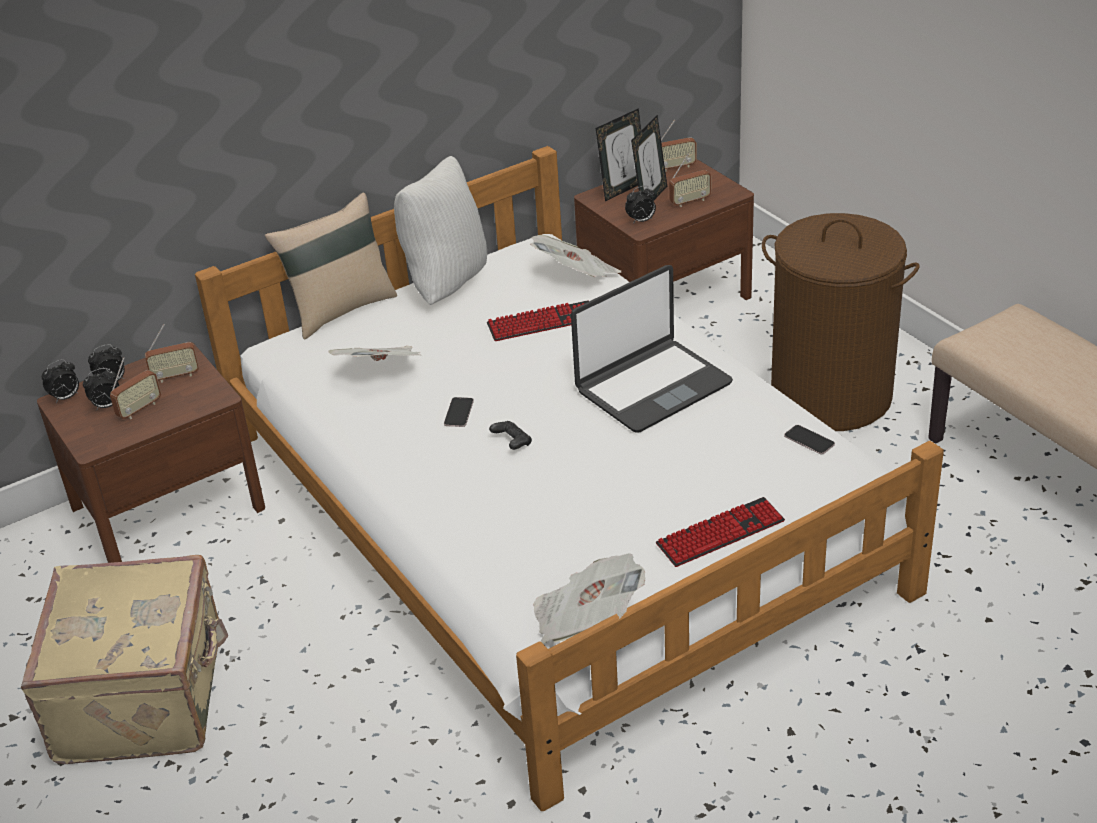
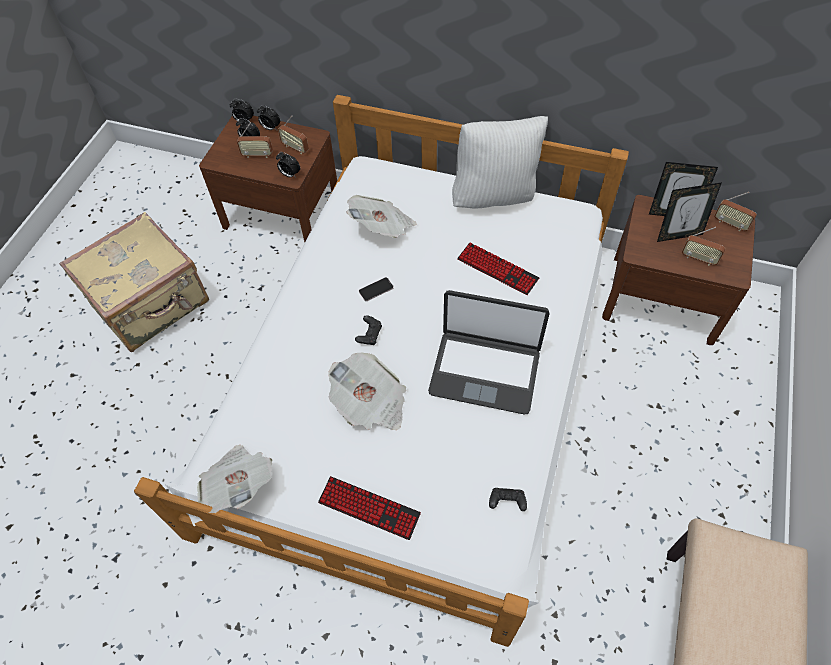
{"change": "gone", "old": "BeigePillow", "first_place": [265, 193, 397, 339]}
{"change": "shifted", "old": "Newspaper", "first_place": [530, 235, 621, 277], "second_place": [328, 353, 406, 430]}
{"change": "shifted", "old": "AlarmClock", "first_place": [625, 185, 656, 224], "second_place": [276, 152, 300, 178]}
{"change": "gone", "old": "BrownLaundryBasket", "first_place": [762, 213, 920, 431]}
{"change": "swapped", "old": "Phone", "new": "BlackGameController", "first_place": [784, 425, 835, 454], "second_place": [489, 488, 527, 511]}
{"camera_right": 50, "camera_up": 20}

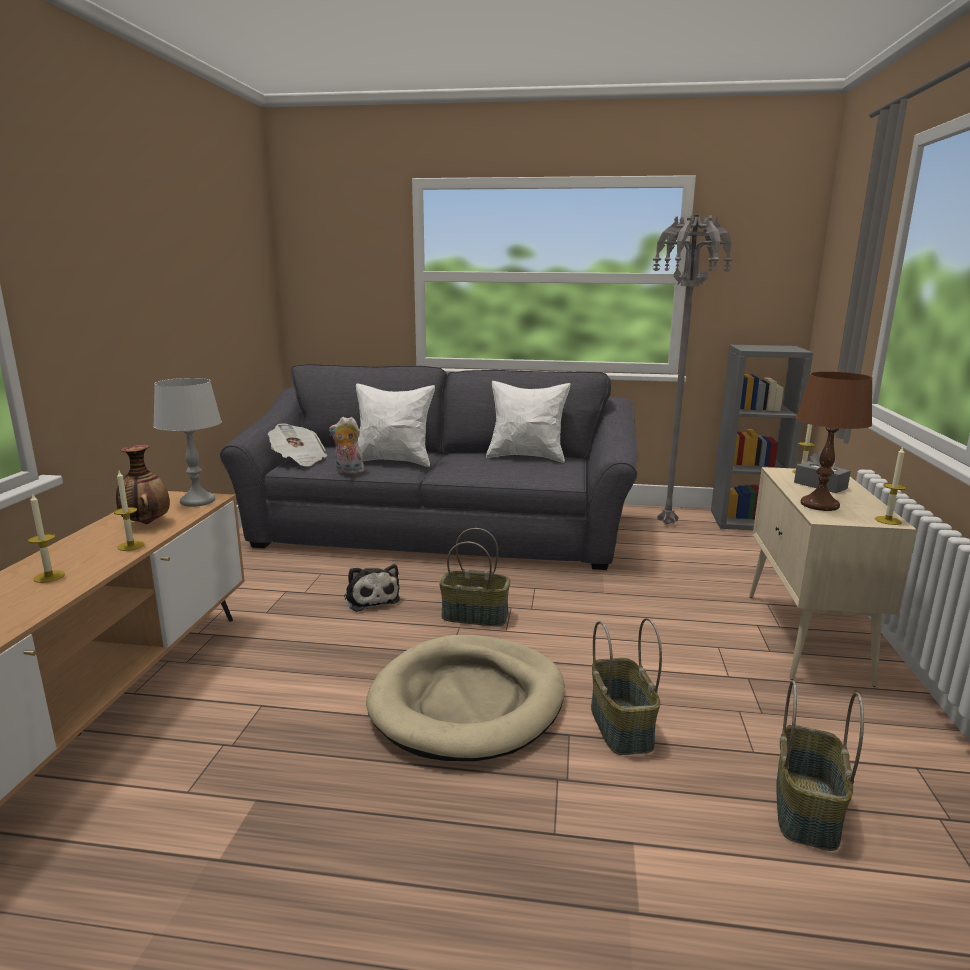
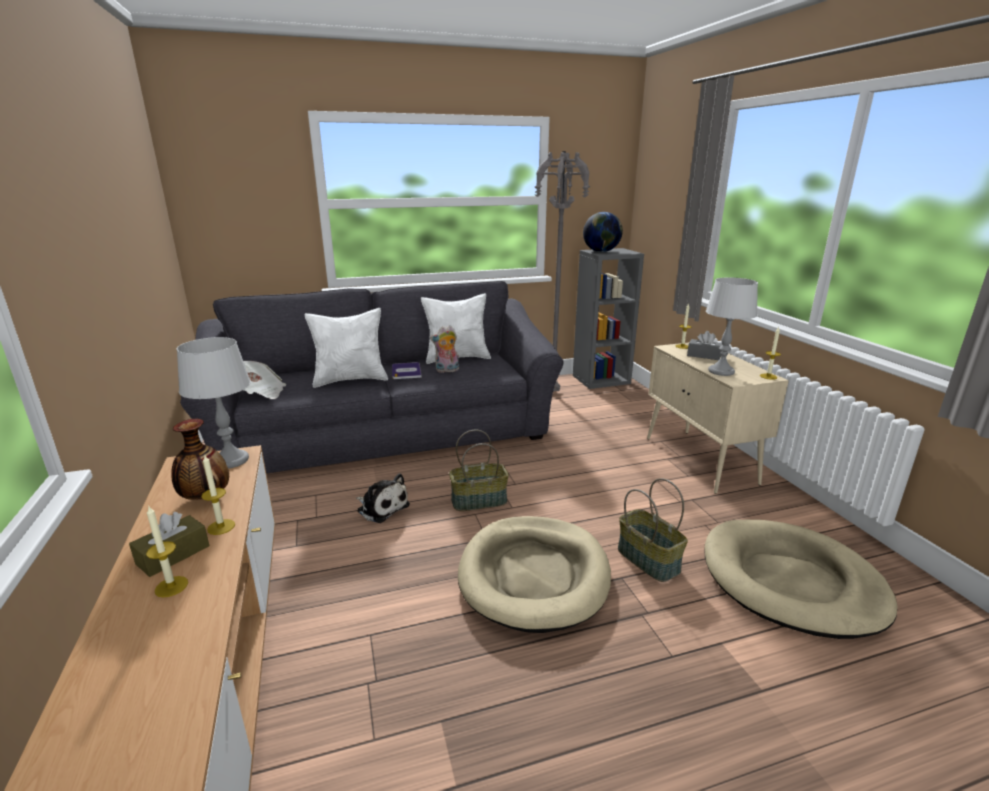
{"change": "shifted", "old": "PlushToy", "first_place": [329, 417, 365, 474], "second_place": [430, 325, 459, 373]}
{"change": "swapped", "old": "Basket", "new": "BeigeDogBed", "first_place": [776, 680, 864, 851], "second_place": [704, 520, 897, 639]}
{"change": "repainted", "old": "BrownTableLamp", "new": "GreyTableLamp", "first_place": [796, 372, 873, 511], "second_place": [706, 277, 758, 376]}
{"change": "new", "new": "BrownTissueBox", "second_place": [129, 512, 209, 577]}
{"change": "new", "new": "Book", "second_place": [392, 362, 422, 379]}
{"change": "new", "new": "Globe", "second_place": [583, 212, 623, 252]}
{"camera_right": -25, "camera_up": 5}

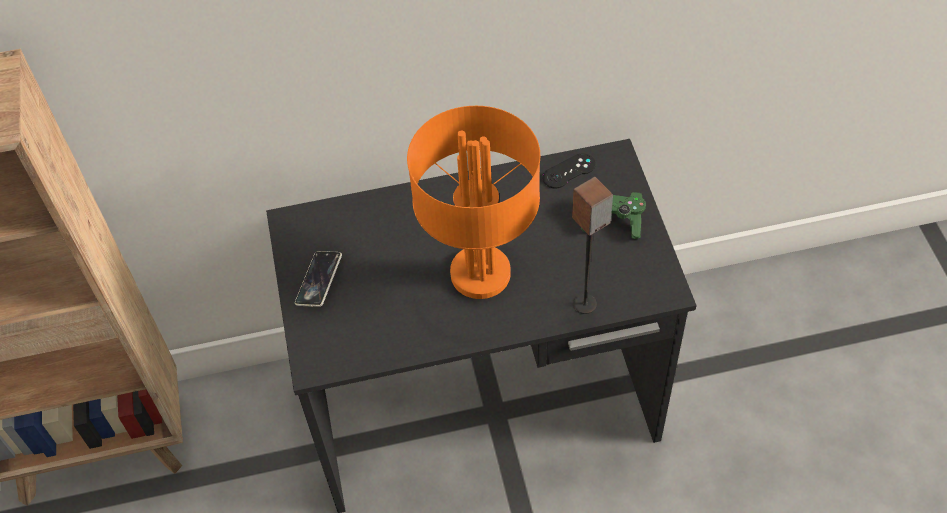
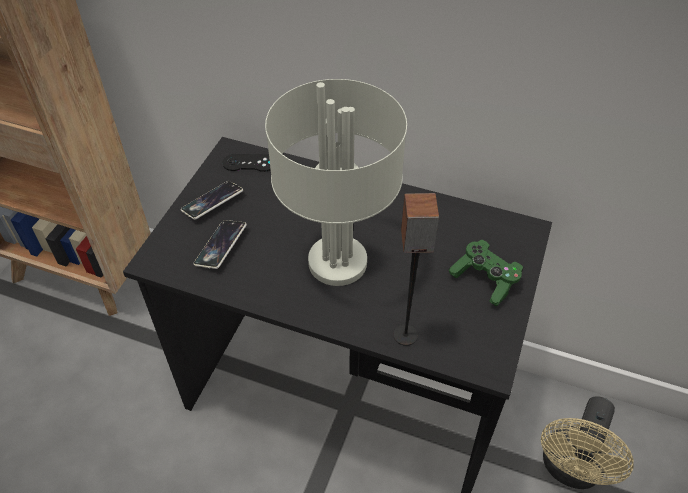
{"change": "repainted", "old": "OrangeTableLamp", "new": "GreyTableLamp", "first_place": [407, 106, 540, 299], "second_place": [265, 79, 407, 286]}
{"change": "shifted", "old": "BlackGameController", "first_place": [543, 153, 596, 189], "second_place": [222, 154, 271, 172]}
{"change": "new", "new": "Phone", "second_place": [193, 220, 247, 269]}
{"change": "new", "new": "BeigeFan", "second_place": [541, 396, 634, 489]}
{"camera_right": 30, "camera_up": -5}

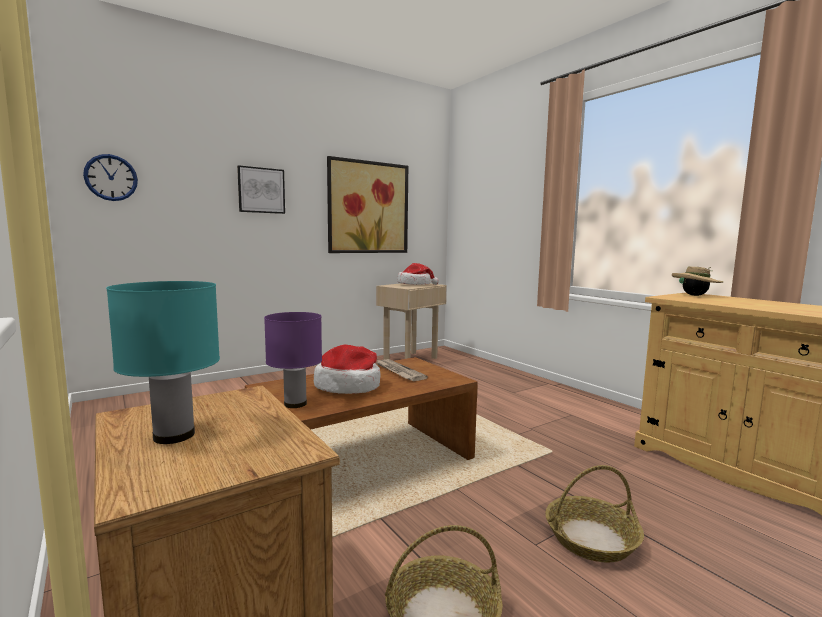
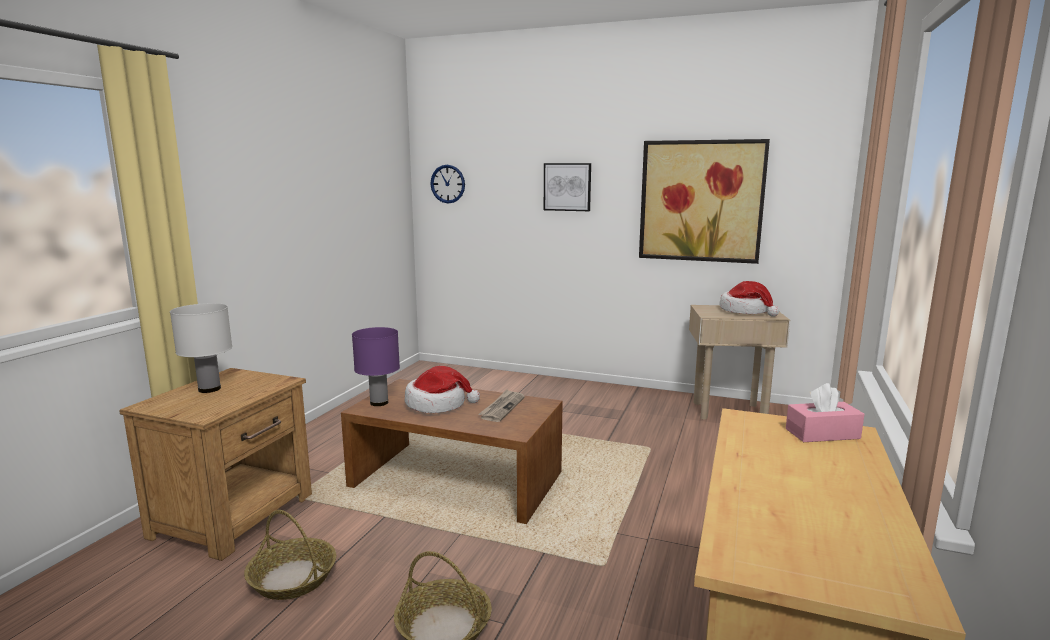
{"change": "repainted", "old": "TurquoiseTableLamp", "new": "WhiteTableLamp", "first_place": [106, 281, 220, 444], "second_place": [170, 303, 232, 393]}
{"change": "swapped", "old": "BeigeHat", "new": "PinkTissueBox", "first_place": [672, 266, 723, 296], "second_place": [786, 383, 864, 442]}
{"camera_right": 55, "camera_up": 5}

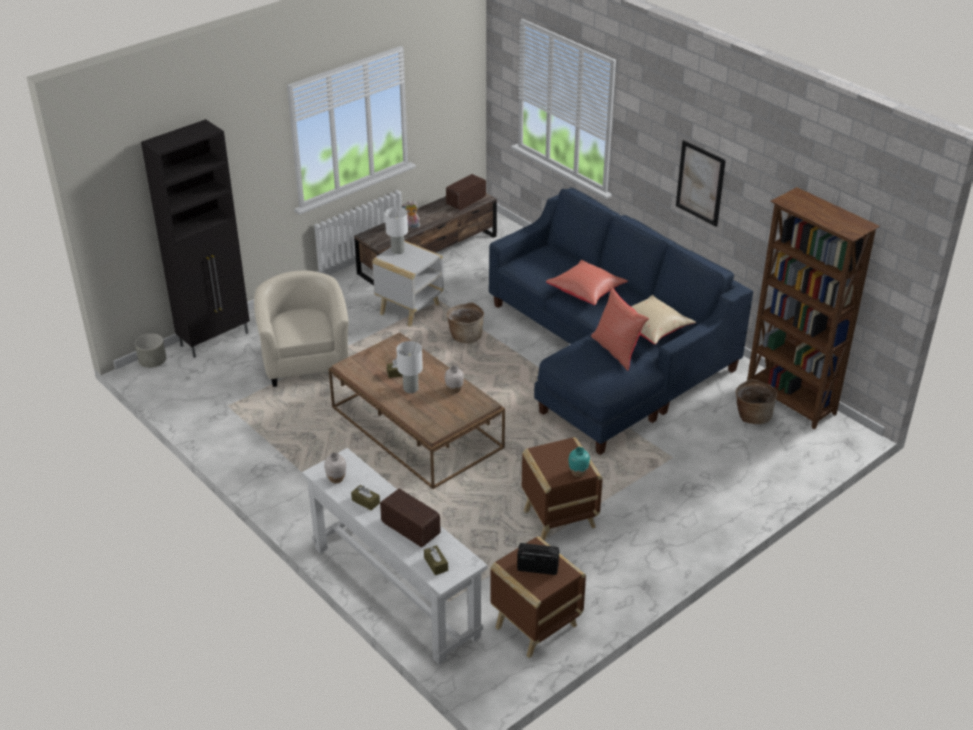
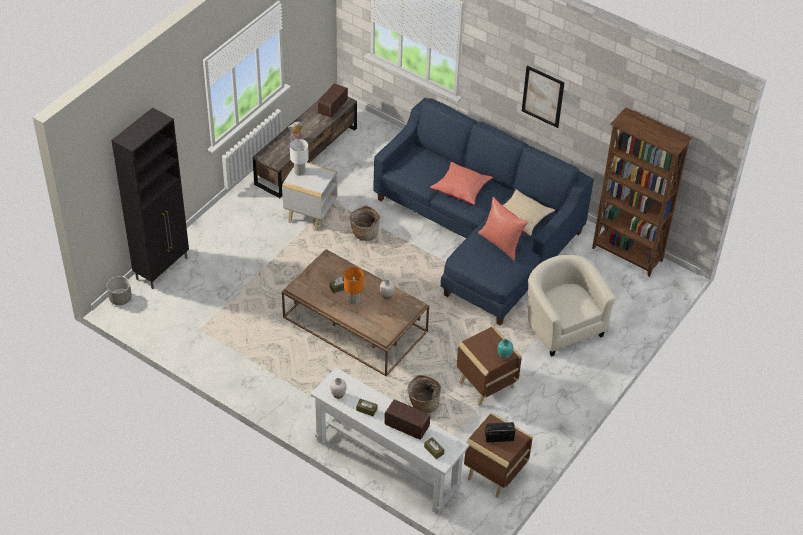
{"change": "shifted", "old": "BeigeArmchair", "first_place": [254, 271, 349, 387], "second_place": [528, 255, 616, 357]}
{"change": "repainted", "old": "WhiteTableLamp", "new": "OrangeTableLamp", "first_place": [396, 341, 423, 393], "second_place": [344, 267, 364, 305]}
{"change": "shifted", "old": "Basket", "first_place": [736, 379, 777, 424], "second_place": [407, 375, 441, 413]}
{"camera_right": -15, "camera_up": 10}

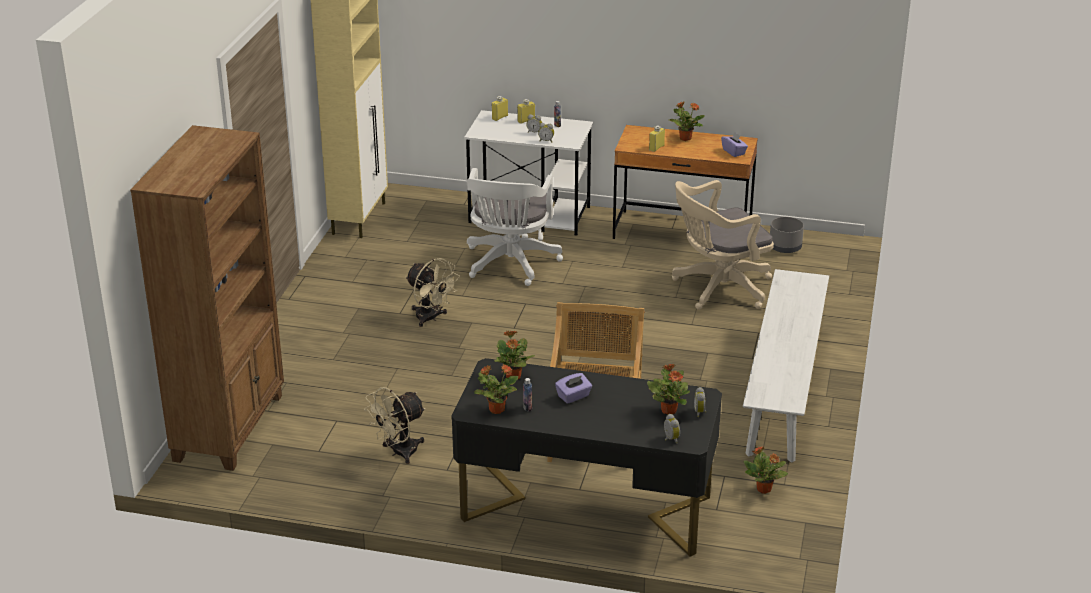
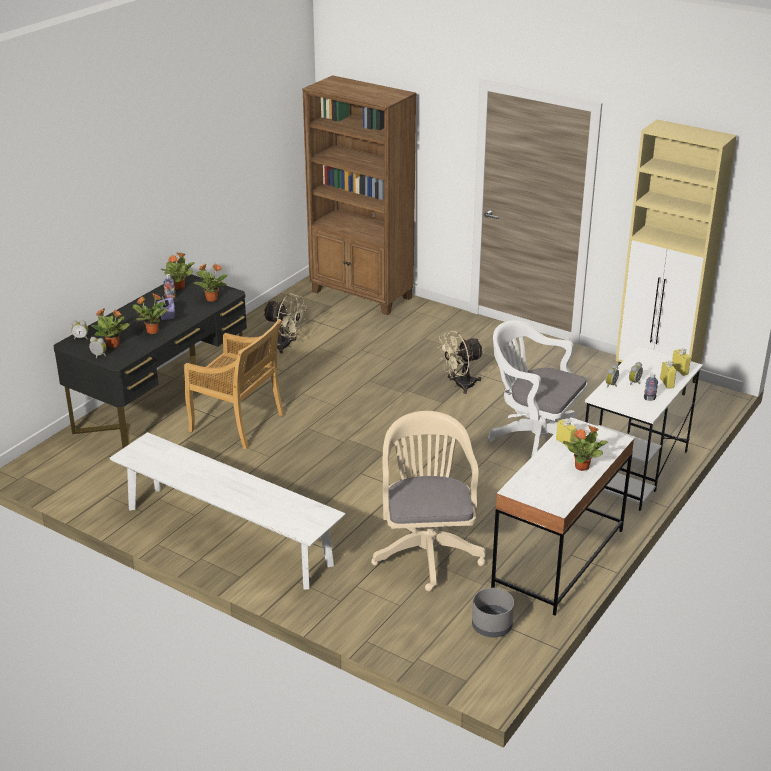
{"change": "rotated", "old": "BeigeFan", "first_place": [364, 387, 426, 464], "second_place": [263, 293, 307, 354], "degrees": 135}
{"change": "repainted", "old": "BrownDesk", "new": "WhiteDesk", "first_place": [613, 125, 758, 239], "second_place": [491, 417, 634, 616]}
{"change": "gone", "old": "PurpleTissueBox", "first_place": [721, 132, 748, 157]}
{"change": "shifted", "old": "PottedPlant", "first_place": [744, 447, 788, 494], "second_place": [133, 294, 168, 334]}
{"camera_right": 110, "camera_up": 0}

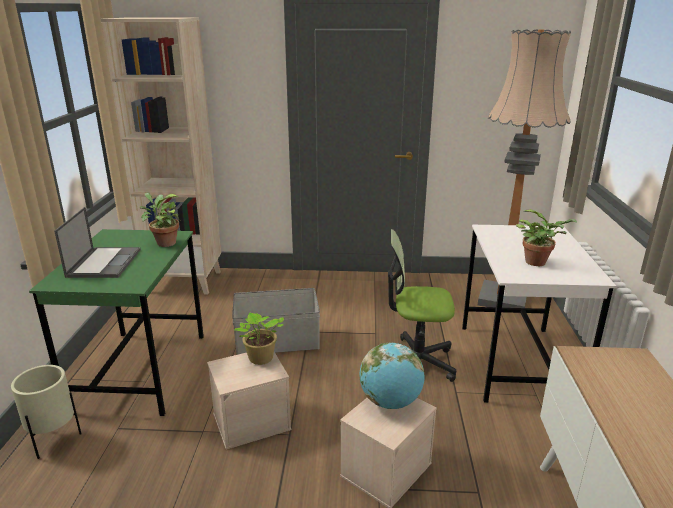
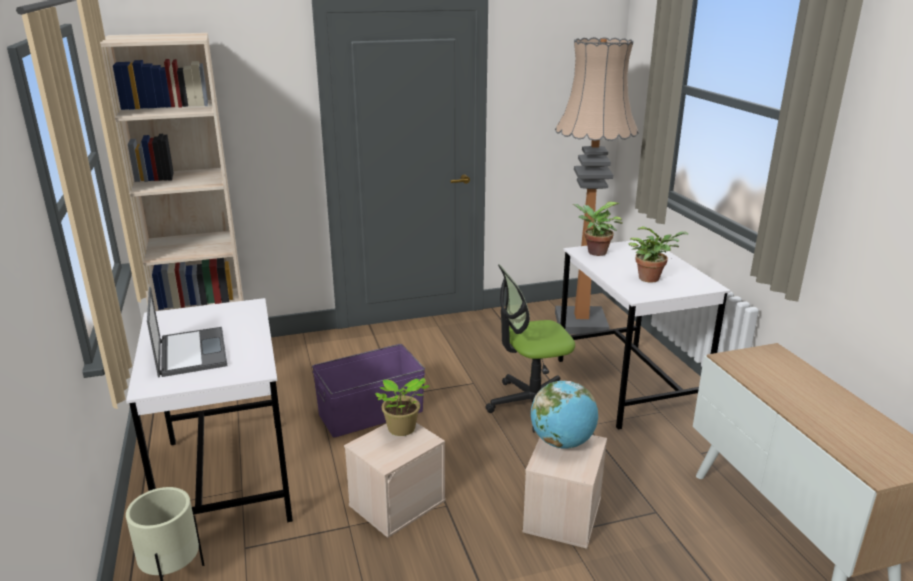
{"change": "repainted", "old": "GreenDesk", "new": "WhiteDesk", "first_place": [29, 229, 204, 416], "second_place": [126, 298, 293, 522]}
{"change": "shifted", "old": "PottedPlant", "first_place": [140, 193, 181, 247], "second_place": [573, 202, 623, 256]}
{"change": "repainted", "old": "GreyStorageBox", "new": "PurpleStorageBox", "first_place": [232, 288, 320, 355], "second_place": [312, 344, 425, 438]}
{"camera_right": -20, "camera_up": 0}

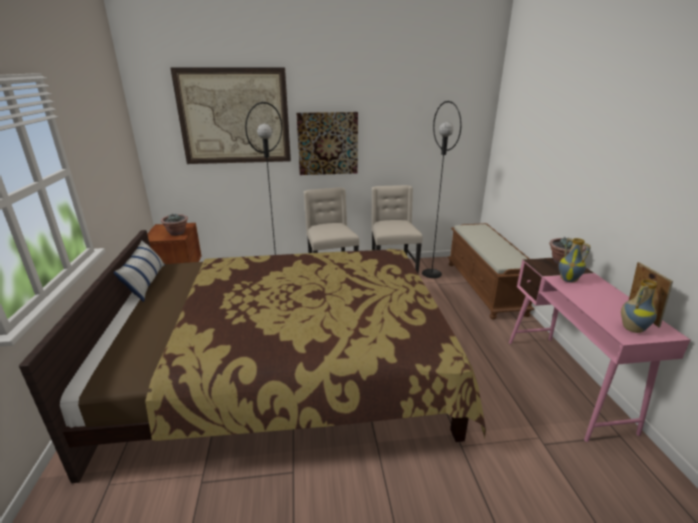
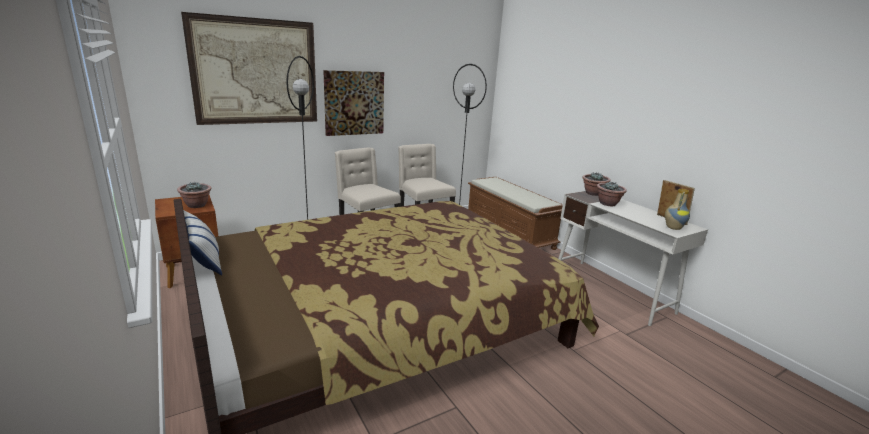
{"change": "repainted", "old": "PinkDesk", "new": "WhiteDesk", "first_place": [509, 258, 690, 442], "second_place": [558, 191, 708, 326]}
{"change": "swapped", "old": "Vase", "new": "PottedPlant", "first_place": [559, 238, 591, 283], "second_place": [597, 182, 627, 206]}
{"camera_right": -25, "camera_up": -5}

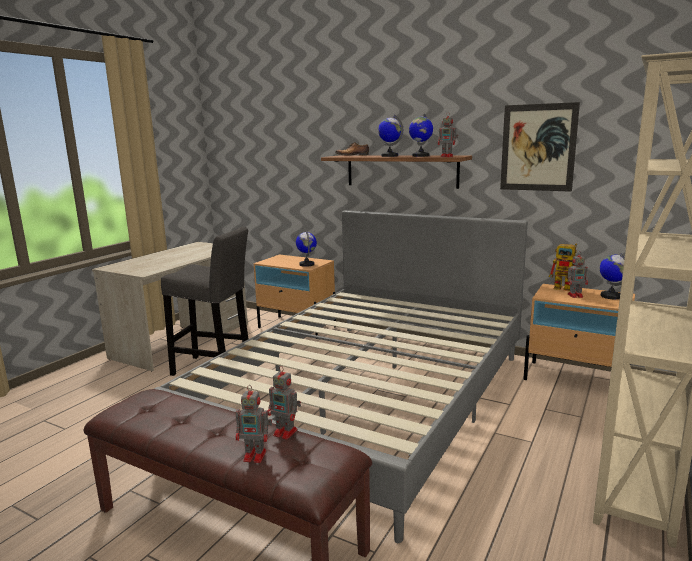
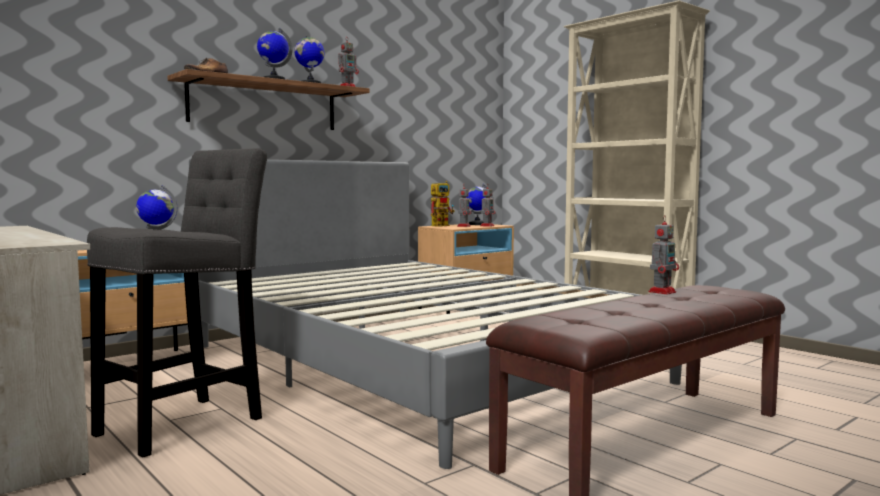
{"change": "shifted", "old": "ToyRobot", "first_place": [236, 385, 272, 463], "second_place": [480, 187, 496, 227]}
{"change": "gone", "old": "Picture", "first_place": [500, 102, 580, 192]}
{"camera_right": -70, "camera_up": -10}

